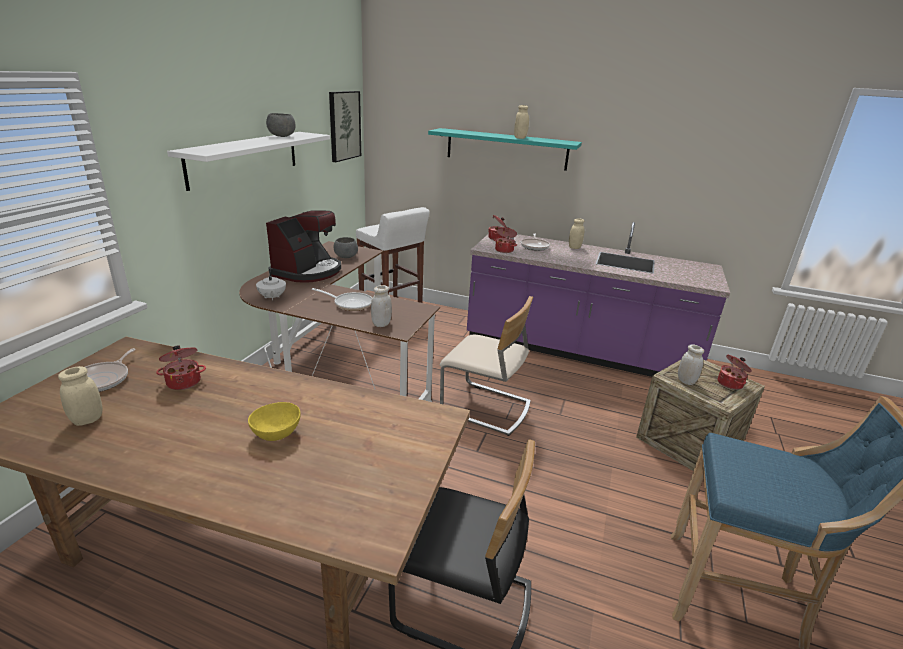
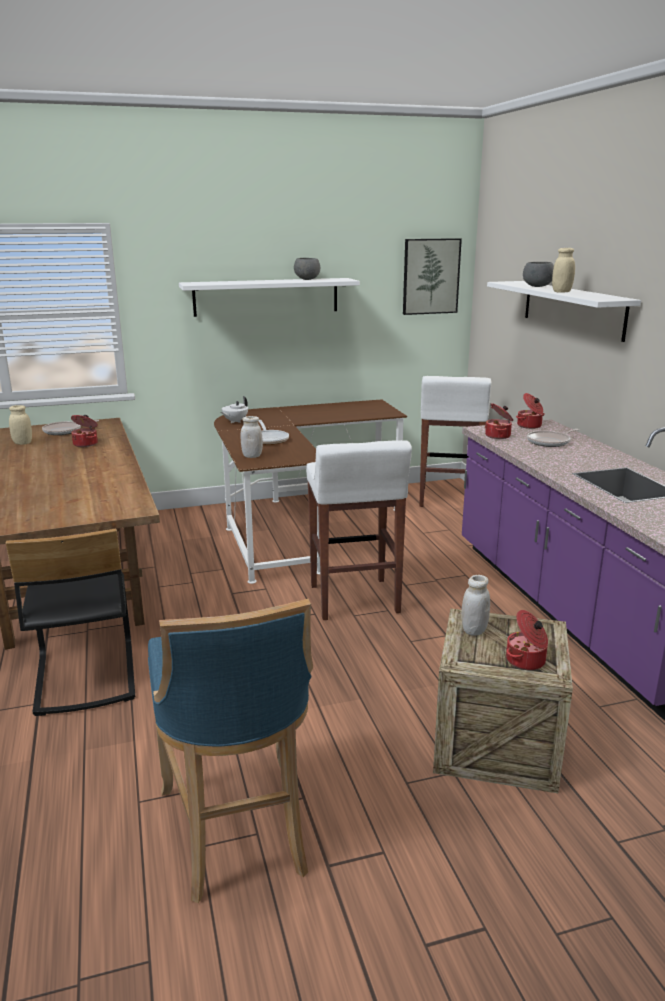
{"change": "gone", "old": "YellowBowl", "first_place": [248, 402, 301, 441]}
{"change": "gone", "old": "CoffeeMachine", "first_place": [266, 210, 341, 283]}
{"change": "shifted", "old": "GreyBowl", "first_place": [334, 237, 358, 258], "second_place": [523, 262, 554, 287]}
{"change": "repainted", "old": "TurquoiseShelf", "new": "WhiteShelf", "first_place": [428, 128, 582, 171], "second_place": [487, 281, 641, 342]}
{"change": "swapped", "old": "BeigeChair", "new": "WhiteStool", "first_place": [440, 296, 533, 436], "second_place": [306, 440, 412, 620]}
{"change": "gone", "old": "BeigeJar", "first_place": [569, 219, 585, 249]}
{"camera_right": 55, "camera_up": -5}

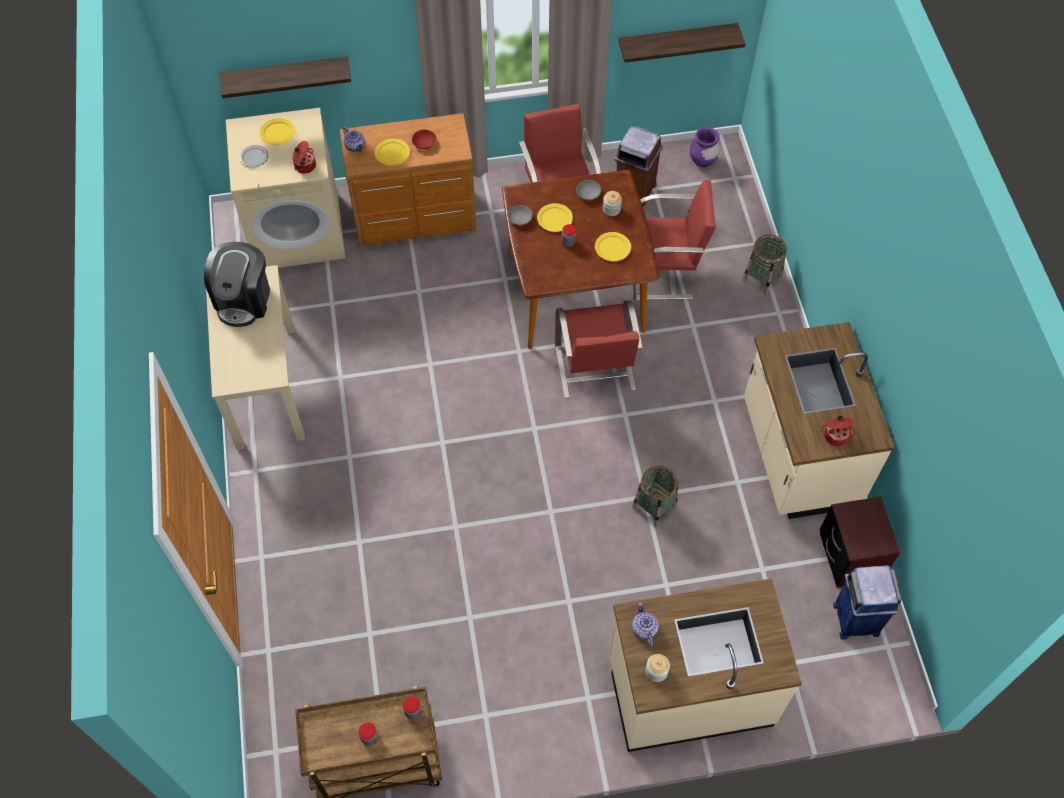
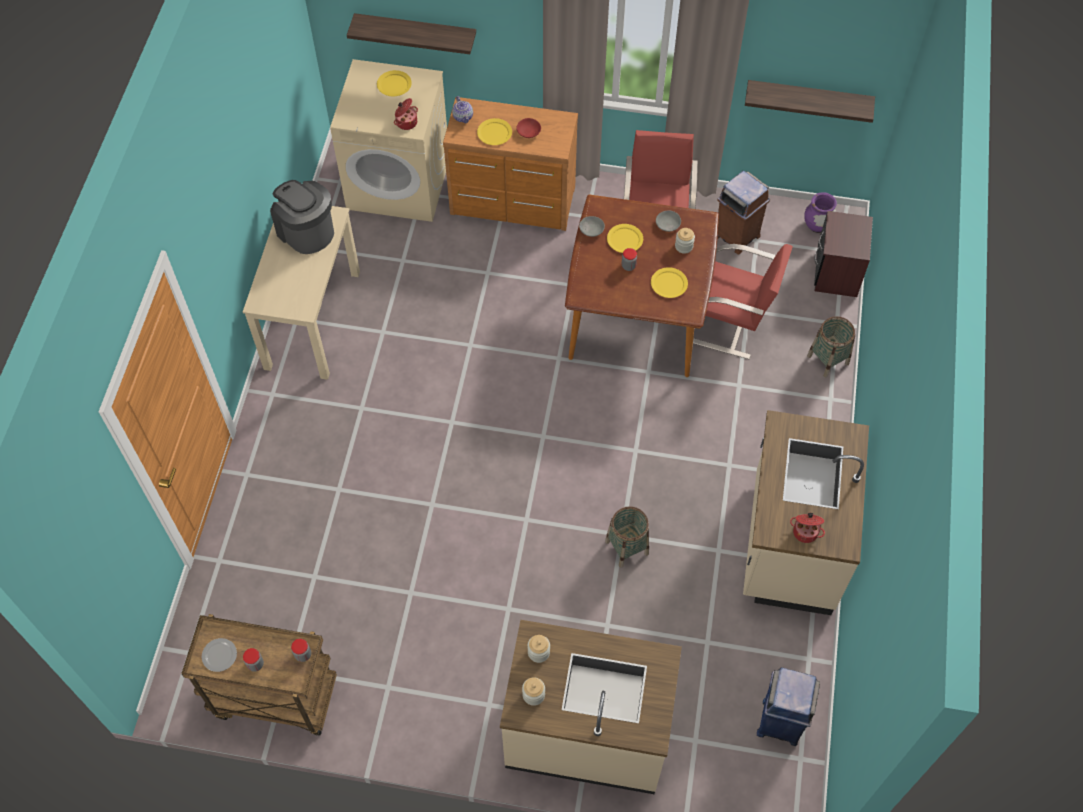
{"change": "rotated", "old": "CoffeeMachine", "first_place": [204, 242, 270, 327], "second_place": [270, 180, 334, 254], "degrees": 105}
{"change": "shifted", "old": "Plate", "first_place": [239, 145, 269, 168], "second_place": [202, 638, 237, 672]}
{"change": "gone", "old": "RedChair", "first_place": [555, 300, 643, 398]}
{"change": "swapped", "old": "Teapot", "new": "Jar", "first_place": [632, 602, 659, 646], "second_place": [528, 635, 550, 663]}
{"change": "shifted", "old": "BrownNightstand", "first_place": [820, 497, 900, 588], "second_place": [814, 211, 873, 297]}
{"camera_right": 20, "camera_up": 0}

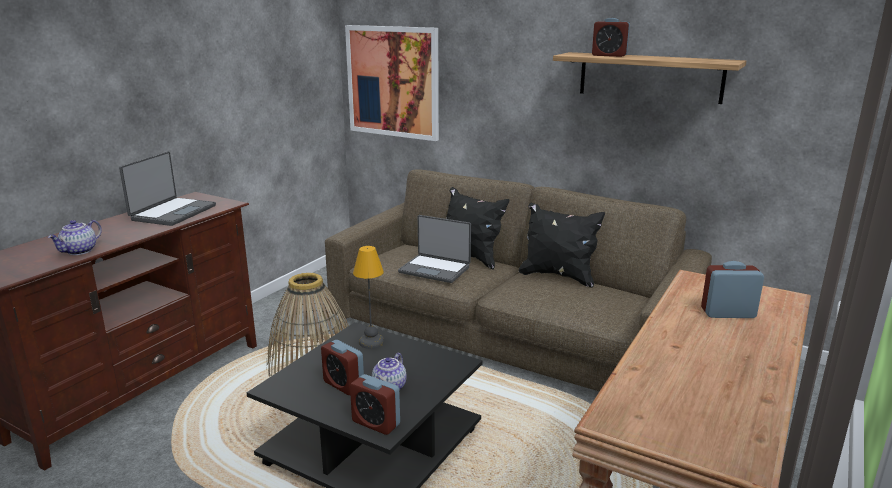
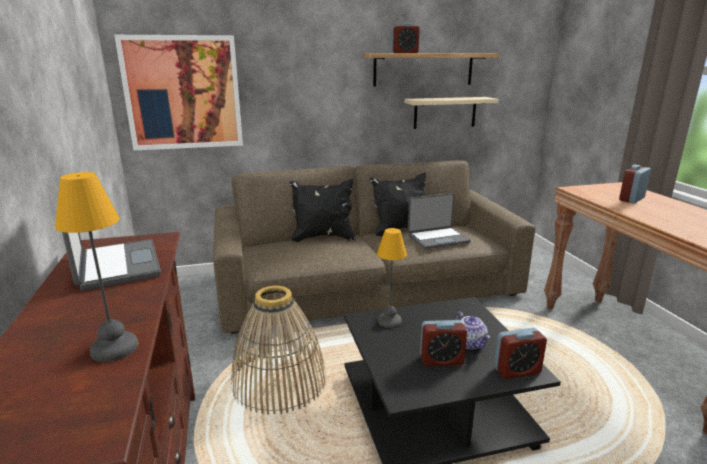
{"change": "swapped", "old": "Teapot", "new": "TableLamp", "first_place": [48, 220, 102, 255], "second_place": [55, 172, 139, 362]}
{"change": "shifted", "old": "Laptop", "first_place": [398, 215, 471, 283], "second_place": [408, 193, 471, 249]}
{"change": "new", "new": "BeigeShelf", "second_place": [404, 97, 499, 129]}
{"camera_right": -45, "camera_up": 0}

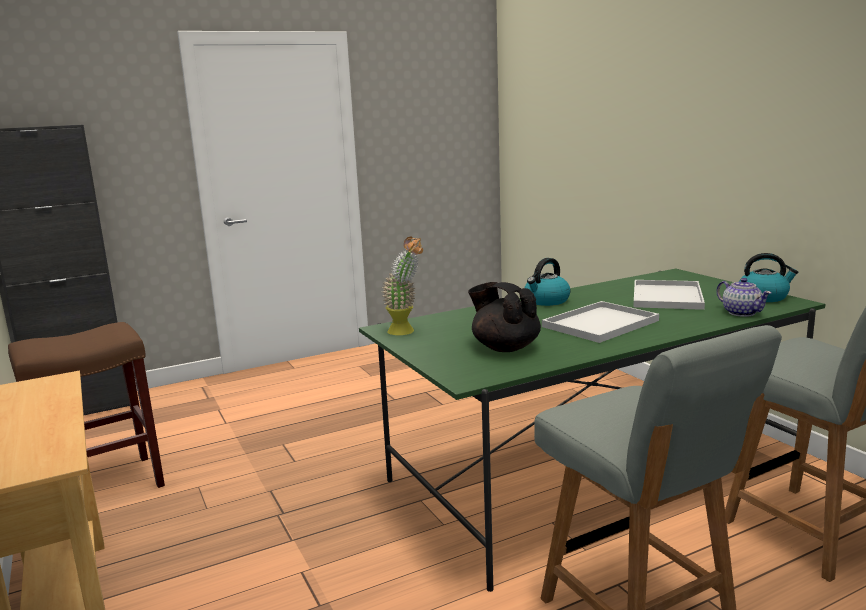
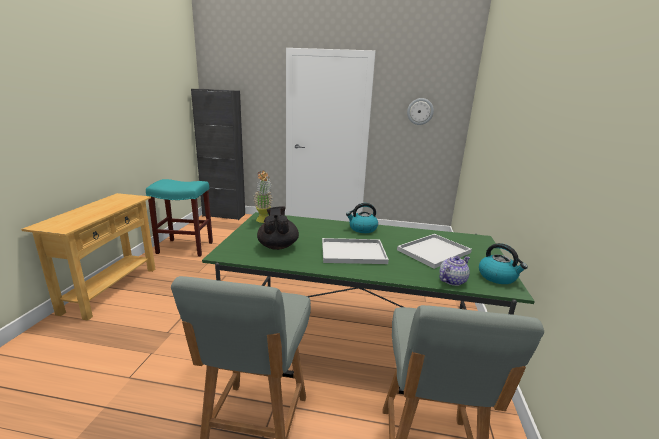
{"change": "repainted", "old": "BrownStool", "new": "TurquoiseStool", "first_place": [8, 322, 165, 488], "second_place": [146, 179, 213, 257]}
{"change": "rotated", "old": "Teapot", "first_place": [716, 278, 772, 317], "second_place": [439, 256, 470, 286], "degrees": -135}
{"change": "new", "new": "WallClock", "second_place": [407, 98, 434, 125]}
{"camera_right": 35, "camera_up": 5}

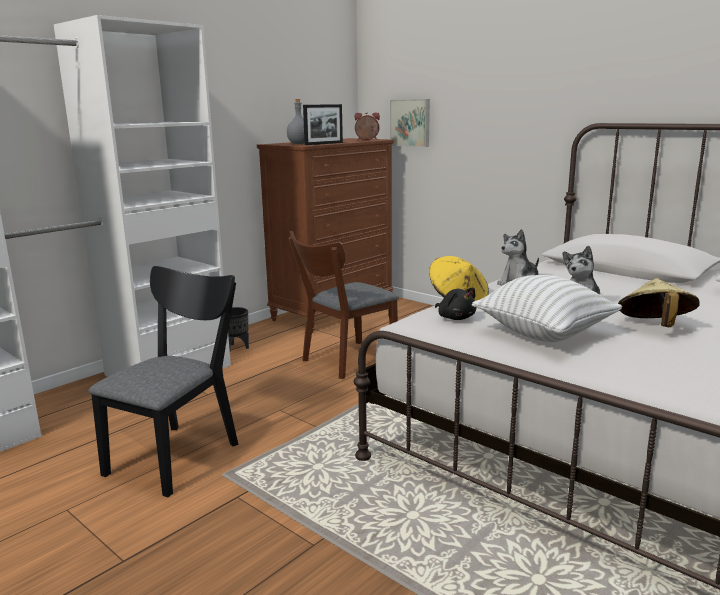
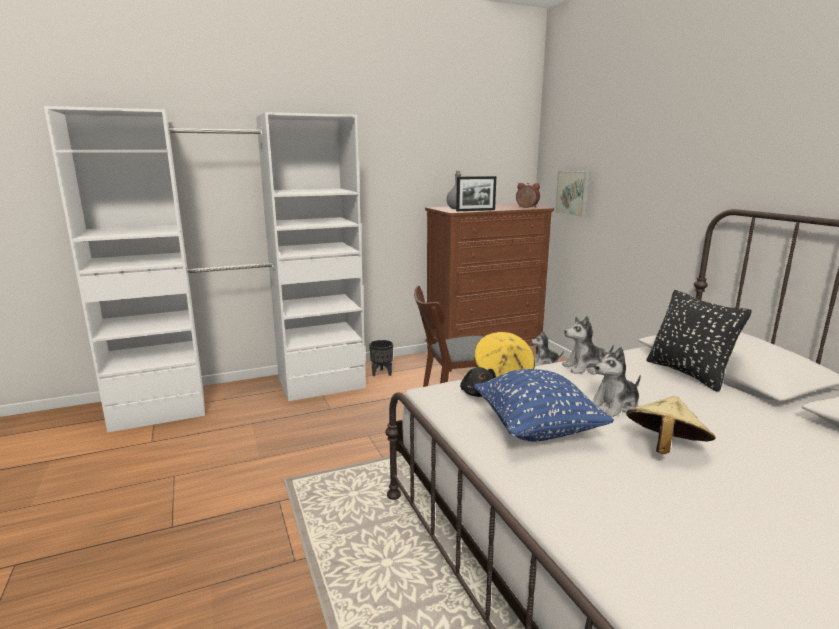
{"change": "gone", "old": "BlackChair", "first_place": [88, 266, 238, 497]}
{"change": "repainted", "old": "WhitePillow", "new": "BluePillow", "first_place": [472, 275, 622, 342], "second_place": [474, 369, 614, 441]}
{"change": "new", "new": "PlushToy", "second_place": [531, 332, 564, 366]}
{"change": "new", "new": "BlackPillow", "second_place": [647, 290, 752, 392]}
{"camera_right": 25, "camera_up": 0}

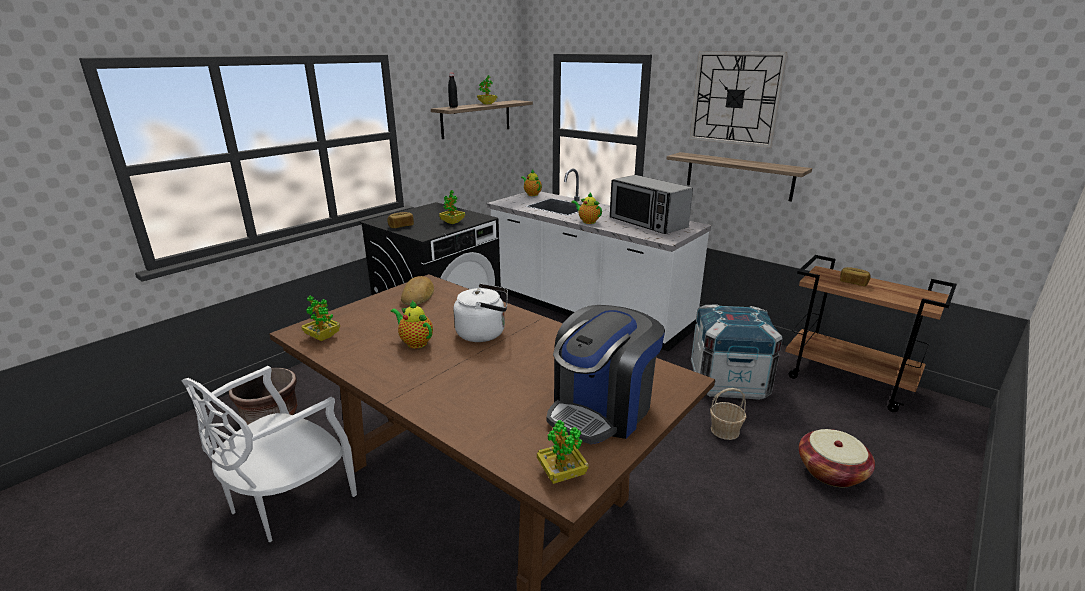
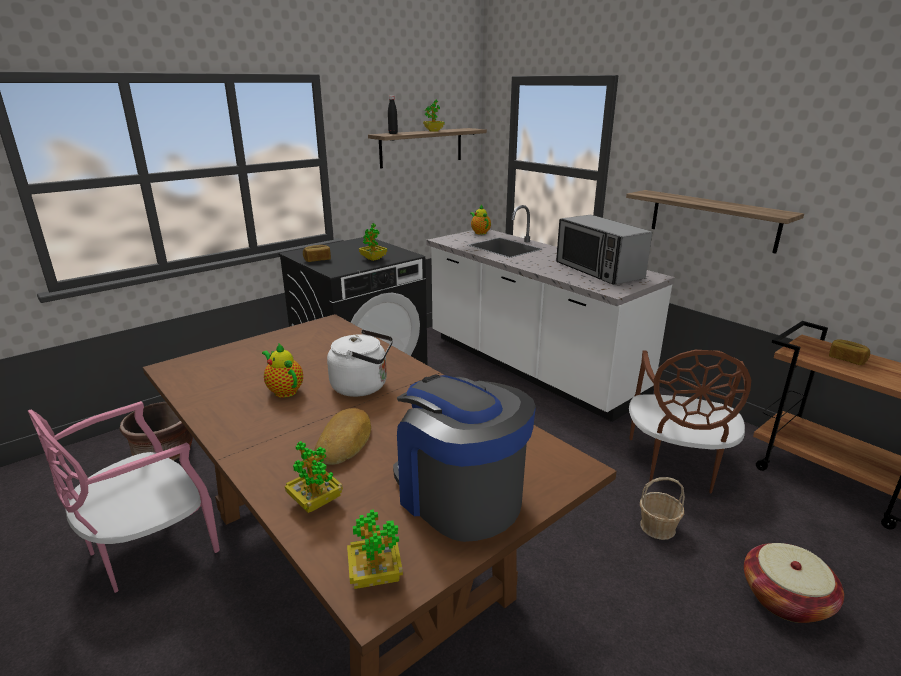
{"change": "repainted", "old": "WhiteChair", "new": "PinkChair", "first_place": [181, 366, 357, 542], "second_place": [28, 401, 220, 593]}
{"change": "shifted", "old": "PottedPlant", "first_place": [301, 296, 340, 341], "second_place": [285, 441, 343, 513]}
{"change": "shifted", "old": "Bread", "first_place": [401, 276, 434, 305], "second_place": [314, 408, 371, 465]}
{"change": "rotated", "old": "CoffeeMachine", "first_place": [546, 305, 665, 444], "second_place": [393, 374, 536, 542], "degrees": 90}
{"change": "gone", "old": "Teapot", "first_place": [572, 193, 602, 224]}
{"change": "gone", "old": "WallClock", "first_place": [690, 51, 788, 148]}
{"change": "swapped", "old": "Crate", "new": "BrownChair", "first_place": [691, 304, 783, 400], "second_place": [629, 350, 751, 493]}
{"camera_right": 10, "camera_up": 0}

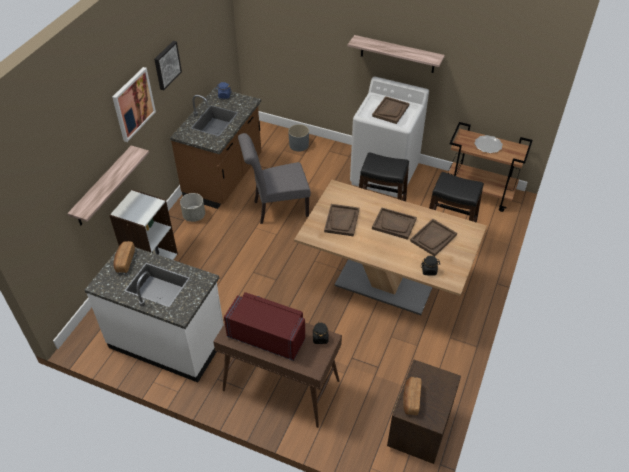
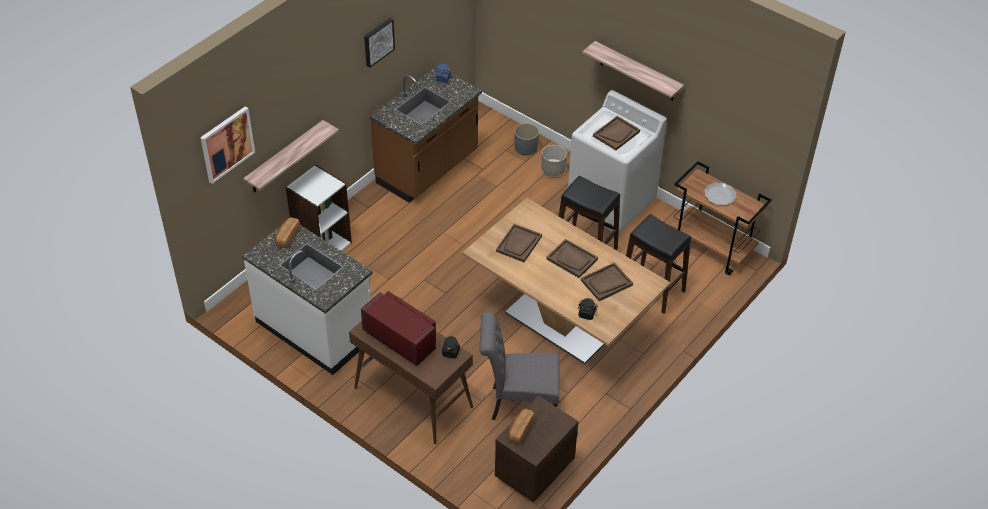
{"change": "shifted", "old": "Picture", "first_place": [112, 67, 156, 142], "second_place": [200, 106, 255, 184]}
{"change": "shifted", "old": "GreyPlanter", "first_place": [180, 193, 205, 222], "second_place": [541, 145, 567, 176]}
{"change": "shifted", "old": "GreyChair", "first_place": [238, 133, 311, 224], "second_place": [480, 312, 559, 420]}
{"camera_right": 15, "camera_up": 0}

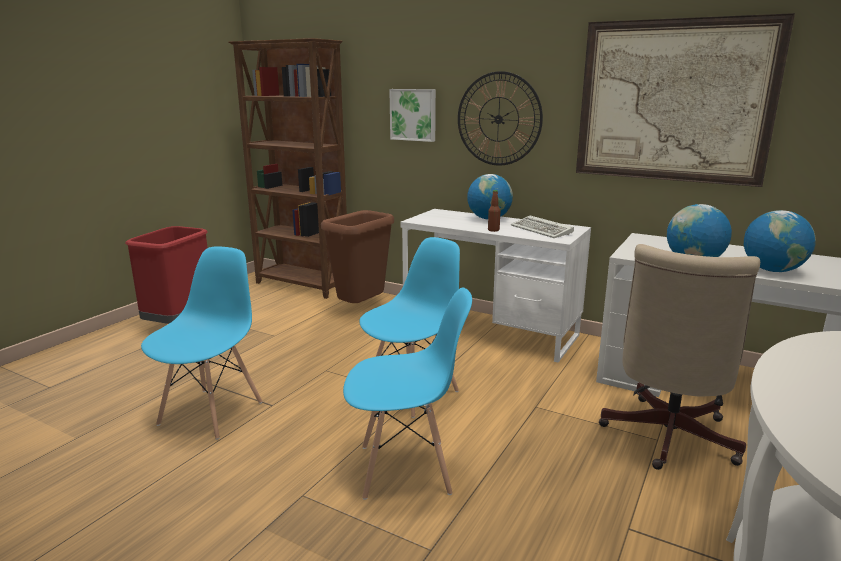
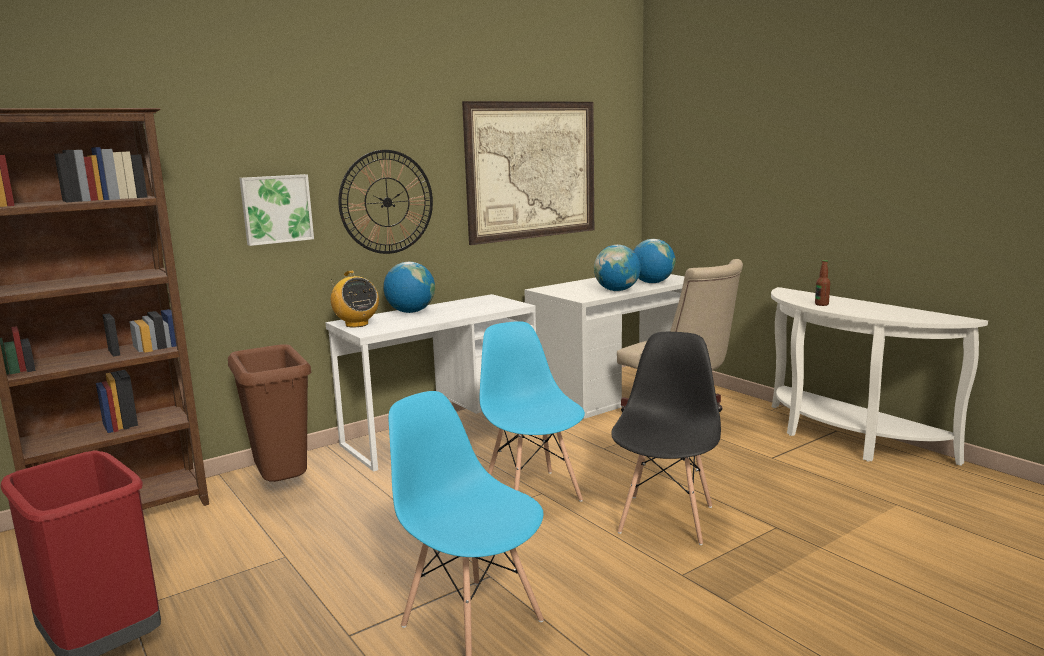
{"change": "repainted", "old": "BlueChair", "new": "BlackChair", "first_place": [343, 287, 472, 500], "second_place": [611, 332, 721, 545]}
{"change": "shifted", "old": "Bottle", "first_place": [488, 190, 500, 232], "second_place": [815, 260, 830, 306]}
{"change": "gone", "old": "Keyboard", "first_place": [511, 215, 574, 238]}
{"change": "new", "new": "Radio", "second_place": [331, 271, 379, 327]}
{"camera_right": -65, "camera_up": -5}

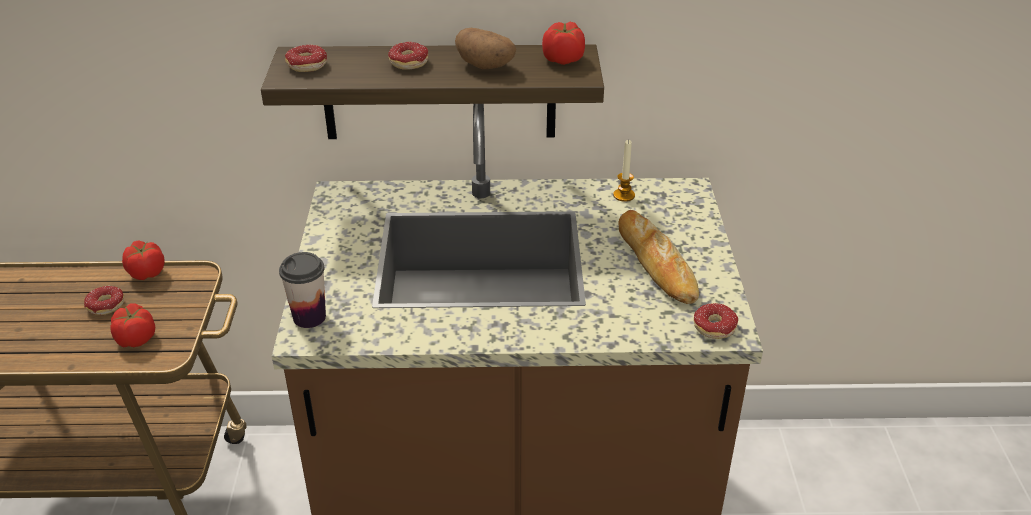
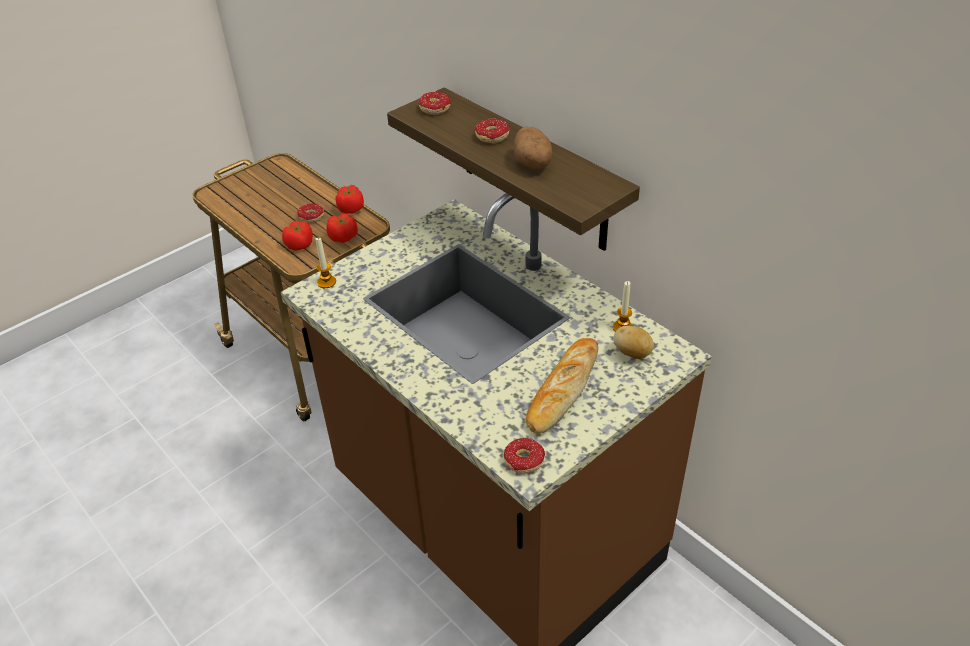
{"change": "swapped", "old": "Cup", "new": "Candle", "first_place": [279, 252, 326, 328], "second_place": [316, 238, 336, 288]}
{"change": "shifted", "old": "Tomato", "first_place": [542, 22, 585, 65], "second_place": [326, 214, 358, 243]}
{"change": "new", "new": "Potato", "second_place": [614, 326, 654, 359]}
{"camera_right": 50, "camera_up": 5}

